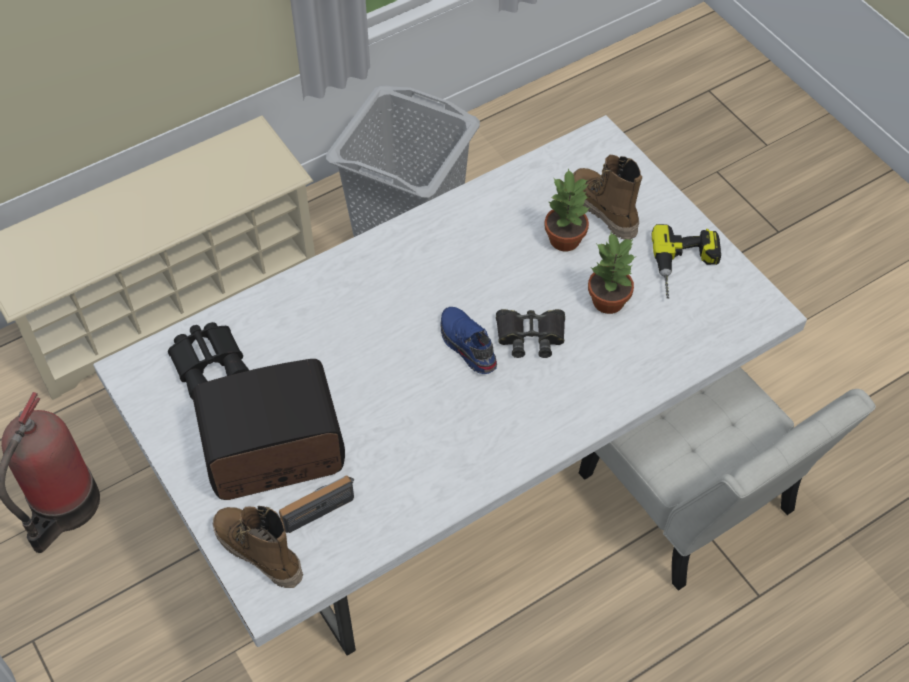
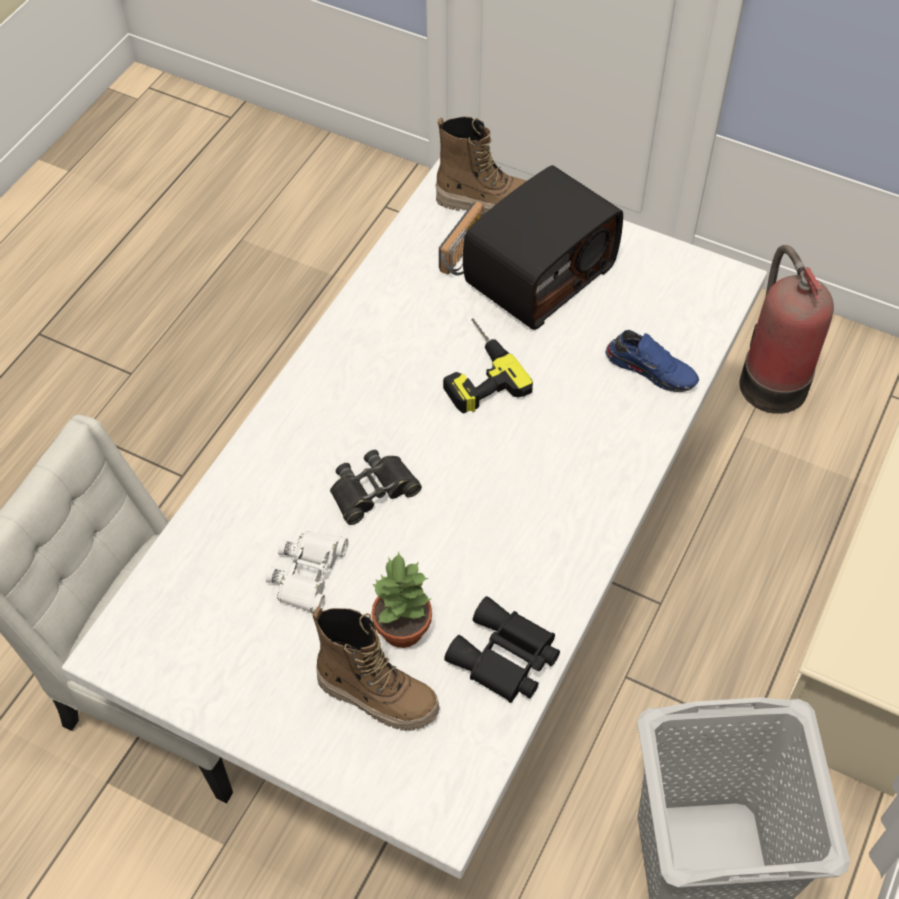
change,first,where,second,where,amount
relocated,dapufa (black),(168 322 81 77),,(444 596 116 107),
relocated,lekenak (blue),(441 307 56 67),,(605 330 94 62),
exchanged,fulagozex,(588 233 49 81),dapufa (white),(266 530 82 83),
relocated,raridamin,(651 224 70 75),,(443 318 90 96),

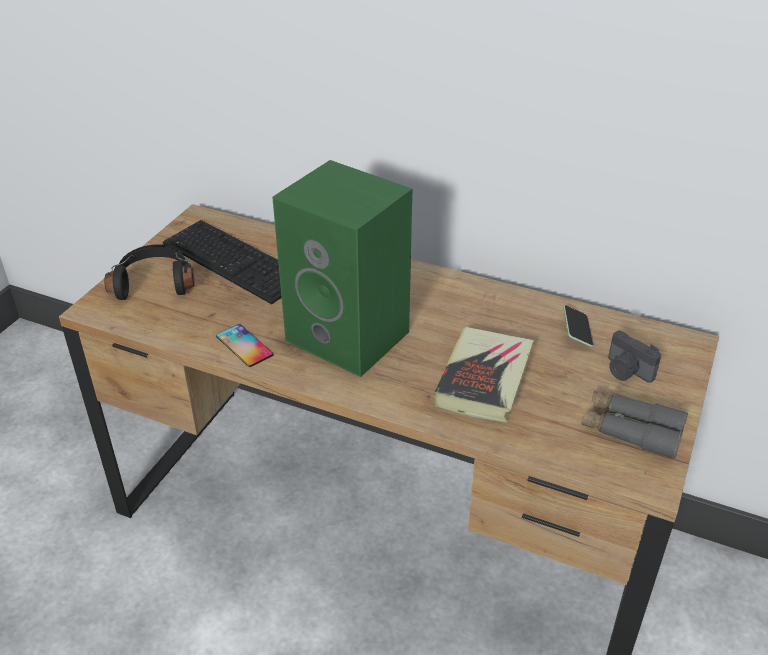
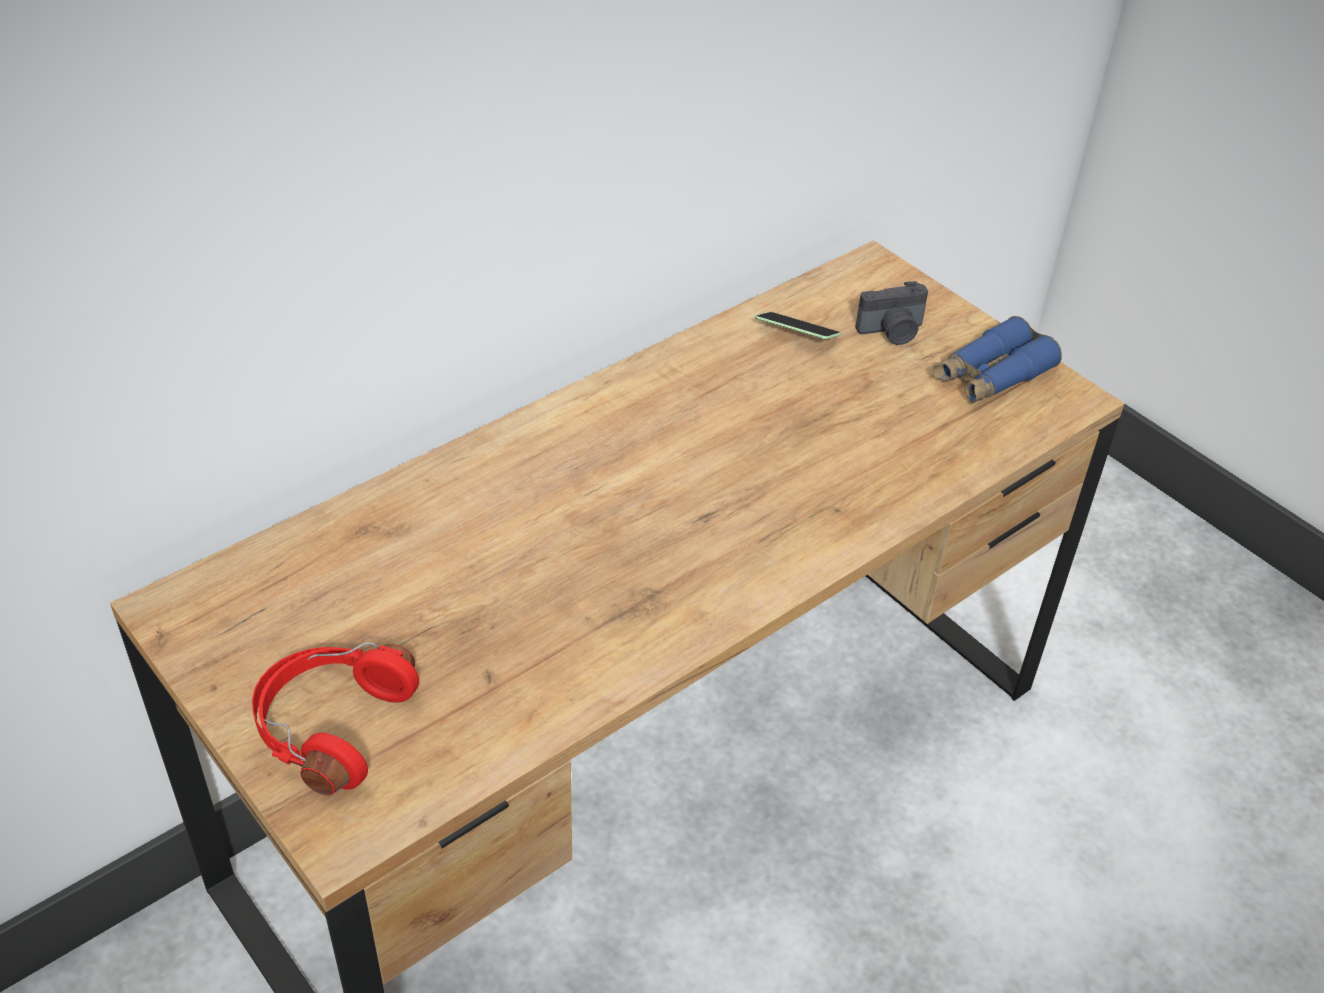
change,first,where,second,where,amount
colour,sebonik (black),(104 244 91 56),sebonik (red),(252 642 167 153),
missing,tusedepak,(163 220 119 85),,,
missing,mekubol,(216 324 58 43),,,
missing,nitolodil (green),(272 160 140 217),,,
missing,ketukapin,(434 327 100 96),,,
colour,dapufa (grey),(581 391 107 68),dapufa (blue),(932 316 130 88),

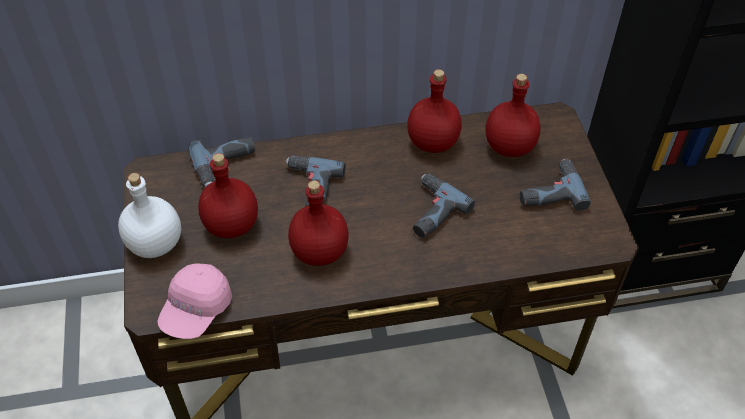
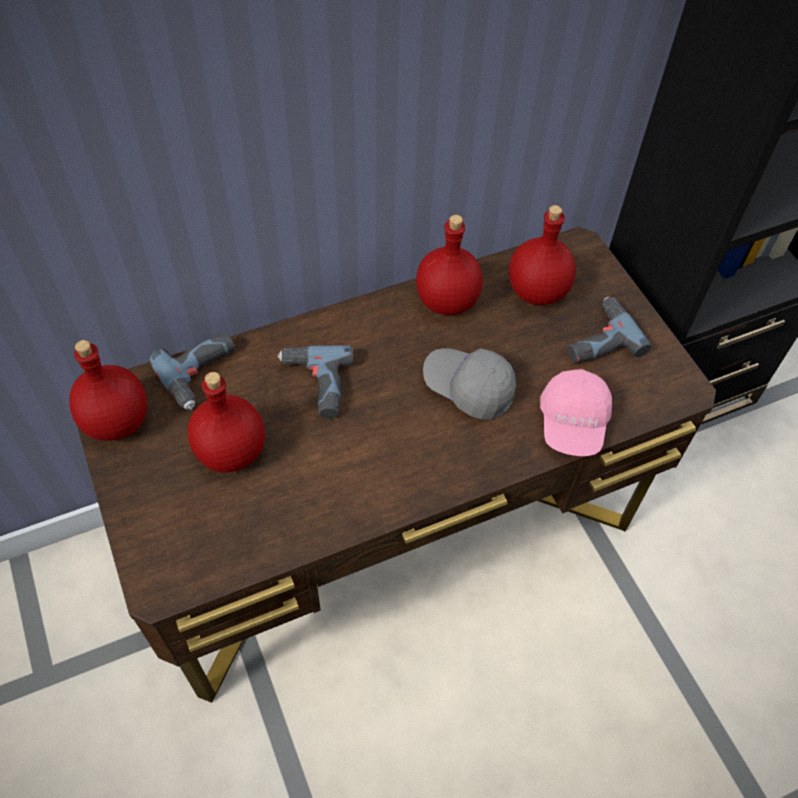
change,first,where,second,where,amount
missing,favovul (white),(118 173 63 85),,,
relocated,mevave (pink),(158 264 74 75),,(540 369 72 87),
relocated,favovul (red),(288 180 61 86),,(69 340 78 101),
exchanged,raridamin,(413 174 62 64),mevave (grey),(423 348 93 71),

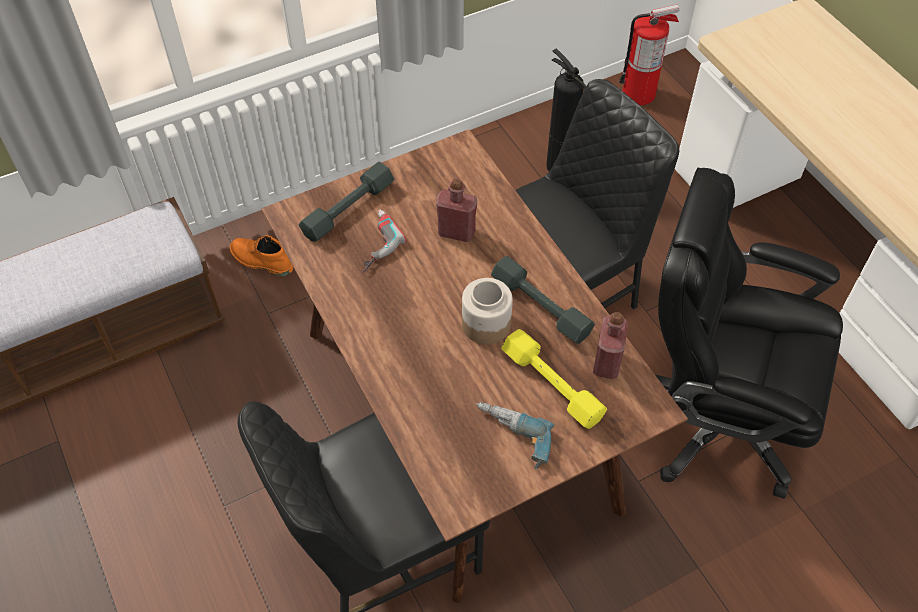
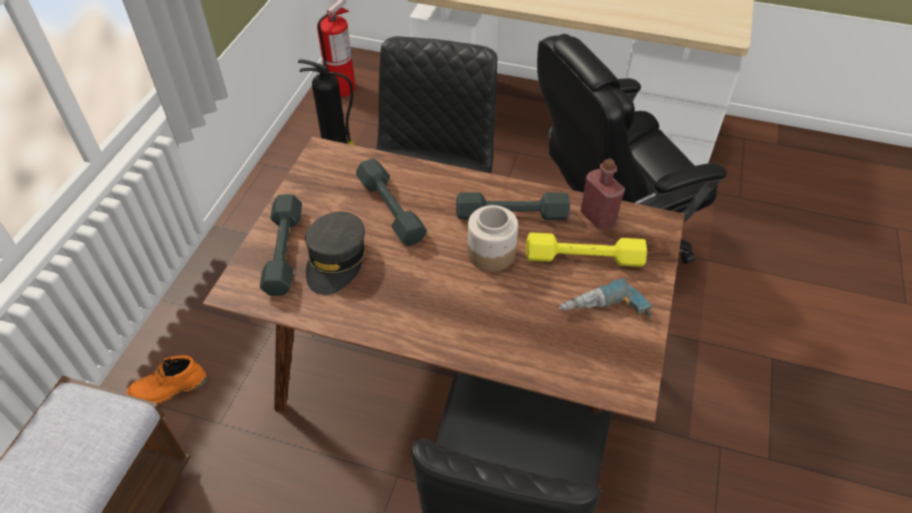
change,first,where,second,where,amount
exchanged,raridamin,(362 210 44 62),mevave (grey),(305 212 60 83),
exchanged,favovul (red),(436 178 41 64),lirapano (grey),(356 158 71 88),

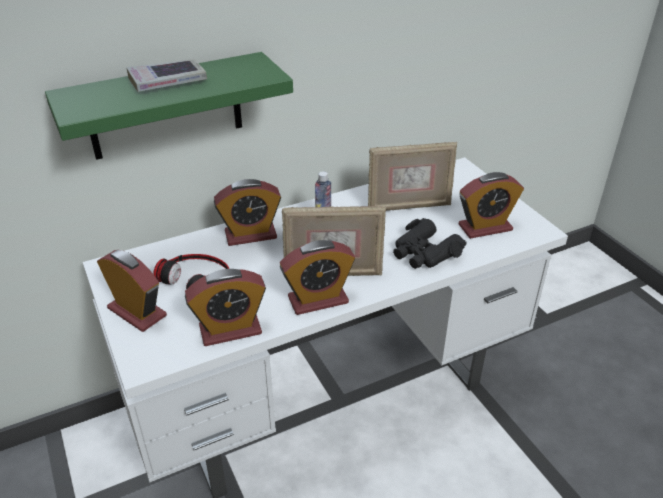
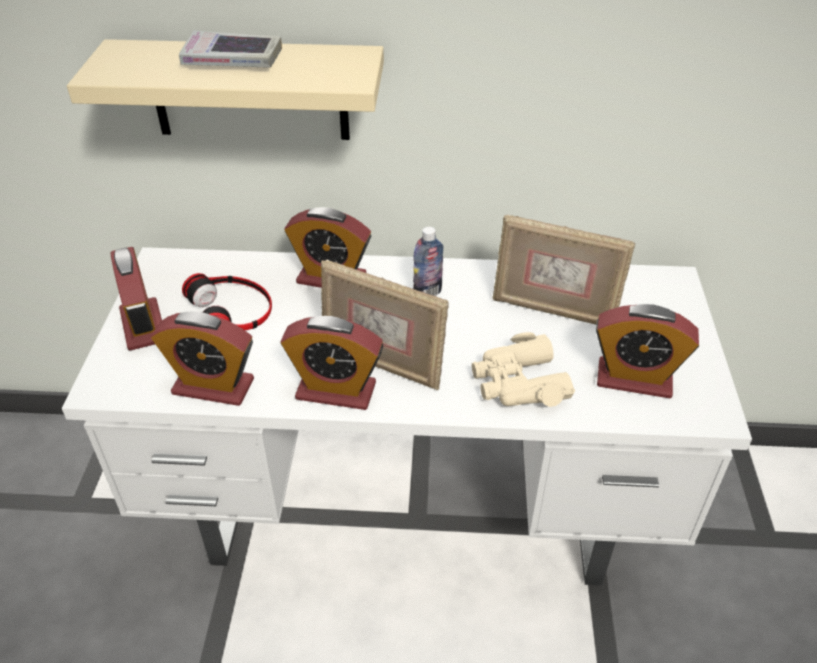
change,first,where,second,where,amount
colour,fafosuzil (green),(45 52 248 108),fafosuzil (beige),(67 39 317 101),
colour,dapufa (black),(393 218 74 51),dapufa (beige),(472 332 103 75),

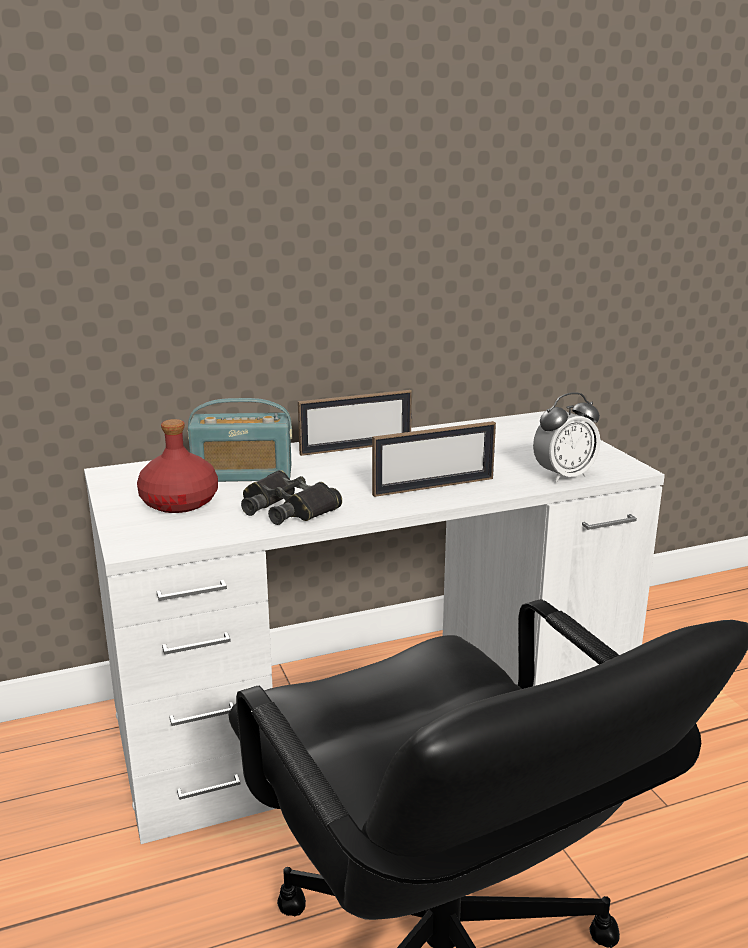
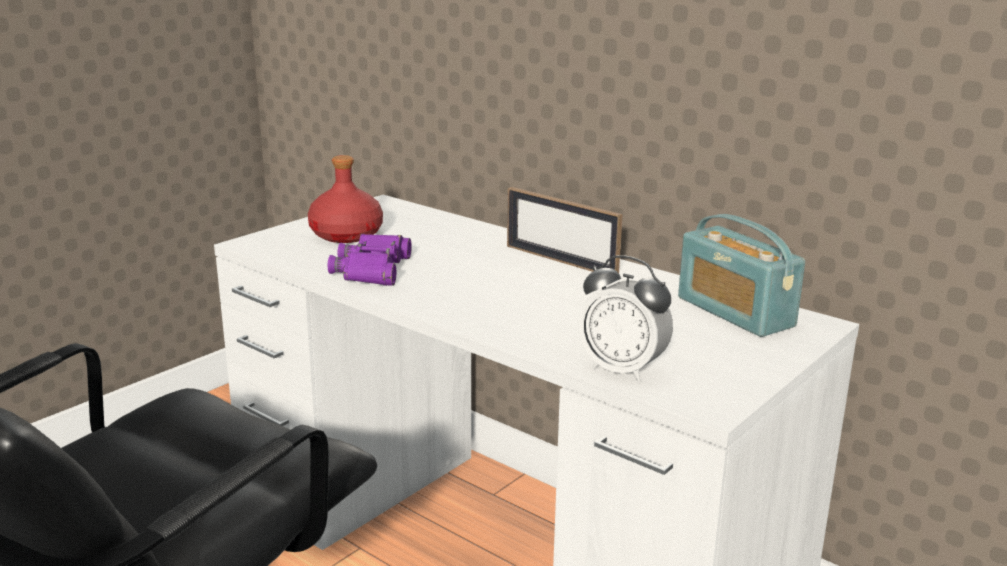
change,first,where,second,where,amount
relocated,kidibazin,(188 398 104 84),,(678 214 127 123),
colour,dapufa (black),(241 470 101 55),dapufa (purple),(328 234 84 52),
missing,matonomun,(372 421 124 76),,,

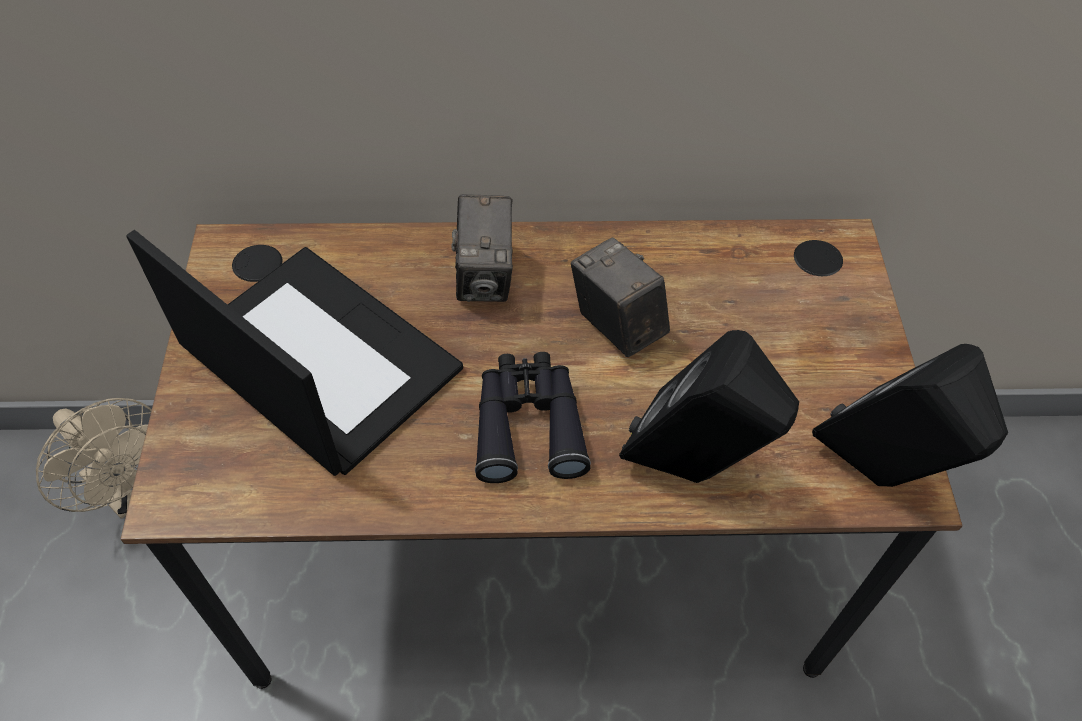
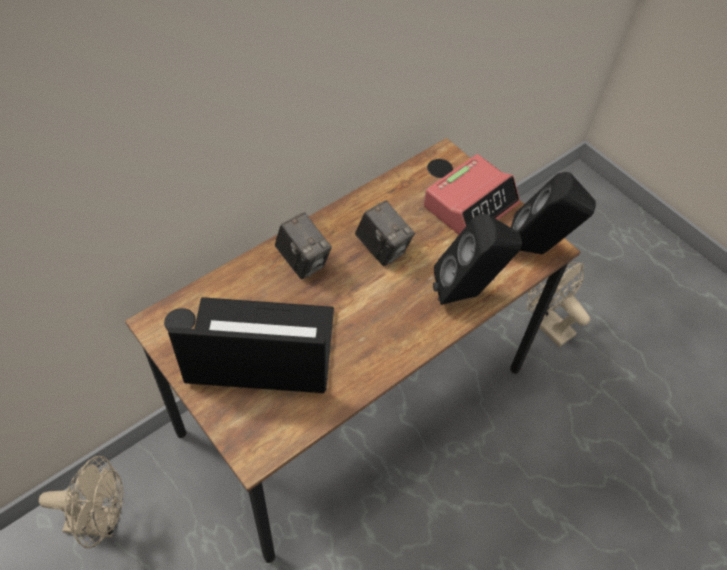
change,first,where,second,where,amount
missing,dapufa (black),(475 352 116 131),,,
spun,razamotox,(571 238 99 119),,(355 200 60 66),150 degrees counterclockwise
appeared,,,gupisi,(424 154 96 81),
appeared,,,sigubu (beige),(527 262 63 85),

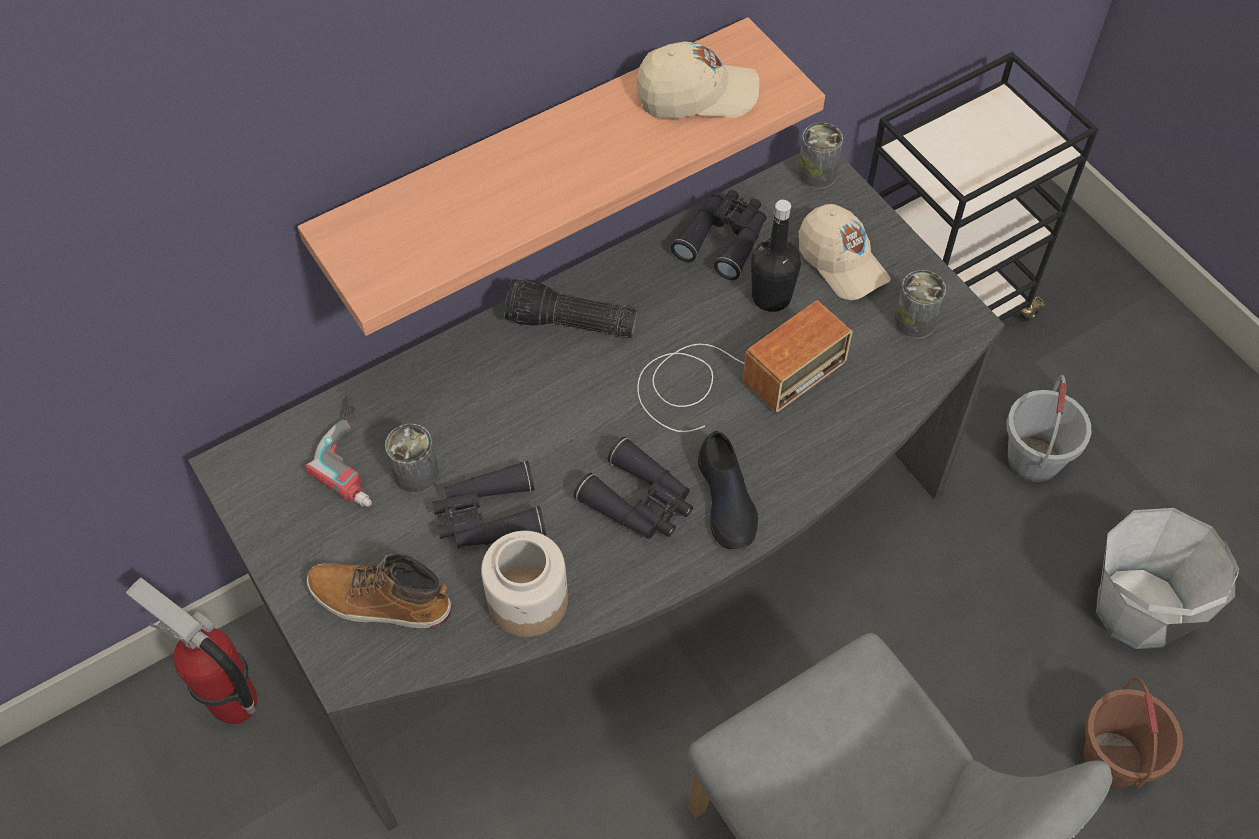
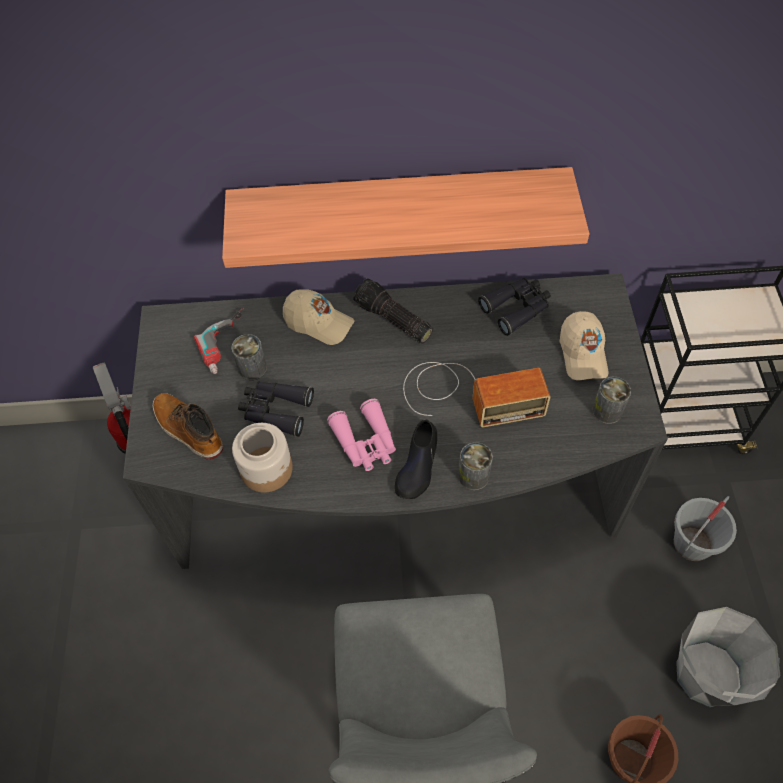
change,first,where,second,where,amount
colour,dapufa (black),(574 436 119 103),dapufa (pink),(327 399 69 72),
relocated,mevave (beige),(637 41 122 78),,(283 289 71 56),
missing,favovul (black),(751 200 50 112),,,
relocated,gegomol,(798 123 45 66),,(458 442 35 48),

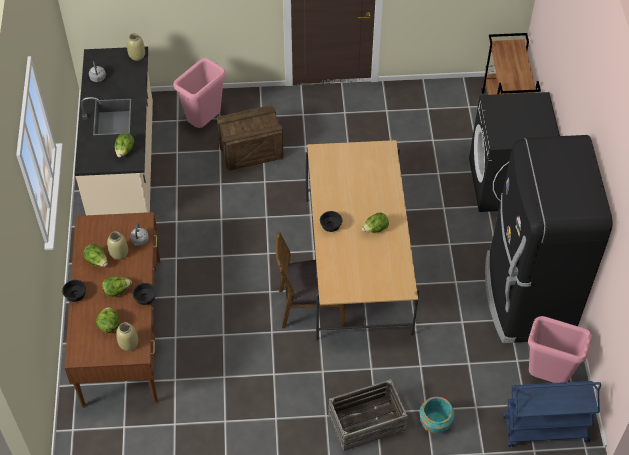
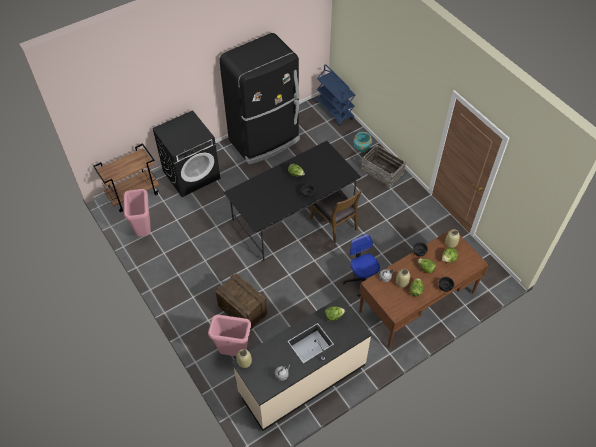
change,first,where,second,where,amount
colour,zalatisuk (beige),(305 140 115 201),zalatisuk (black),(224 141 137 120),
relocated,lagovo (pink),(528 316 64 67),,(124 189 27 48),
appeared,,,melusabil,(342 234 38 63),

